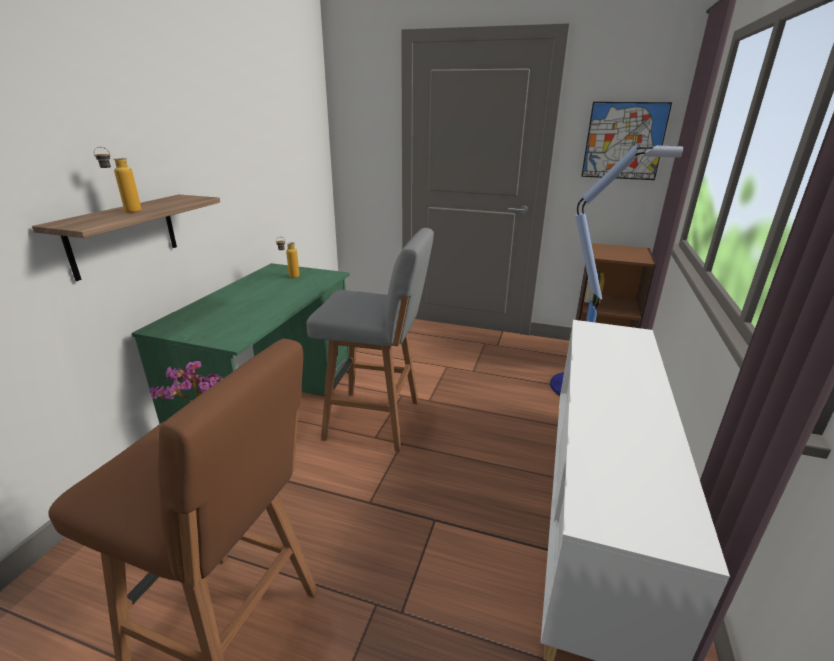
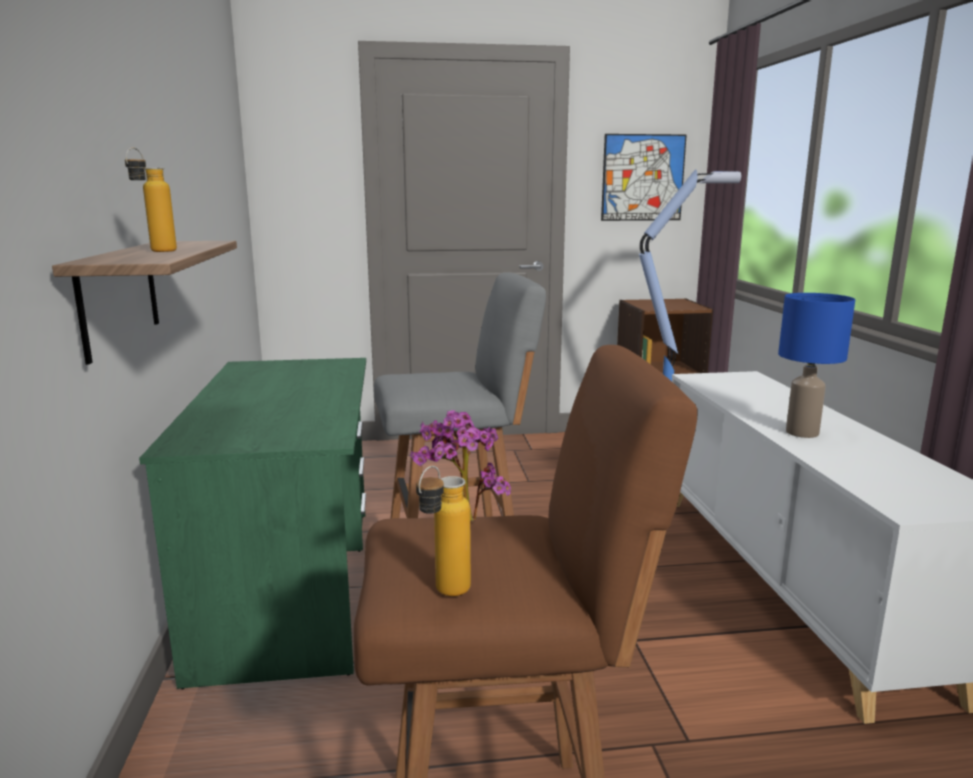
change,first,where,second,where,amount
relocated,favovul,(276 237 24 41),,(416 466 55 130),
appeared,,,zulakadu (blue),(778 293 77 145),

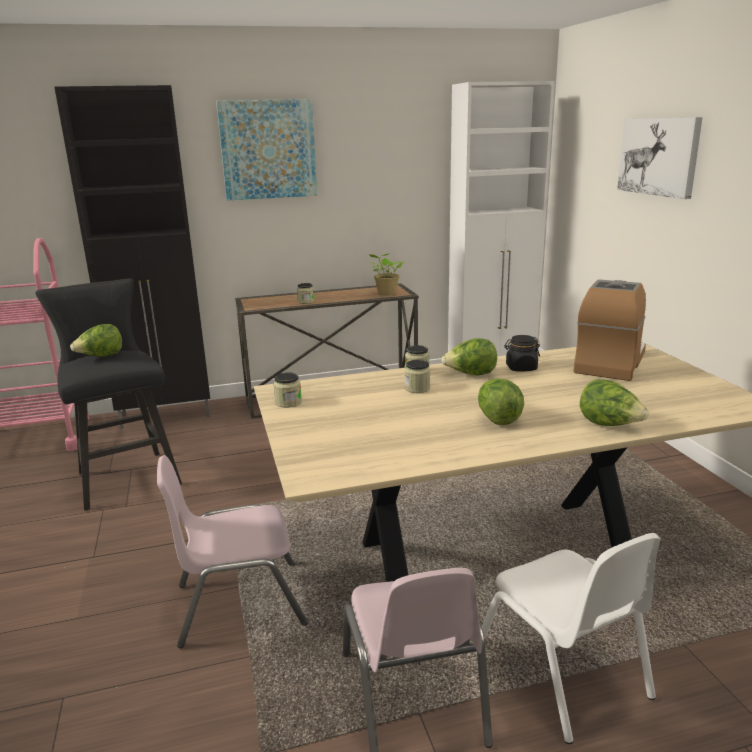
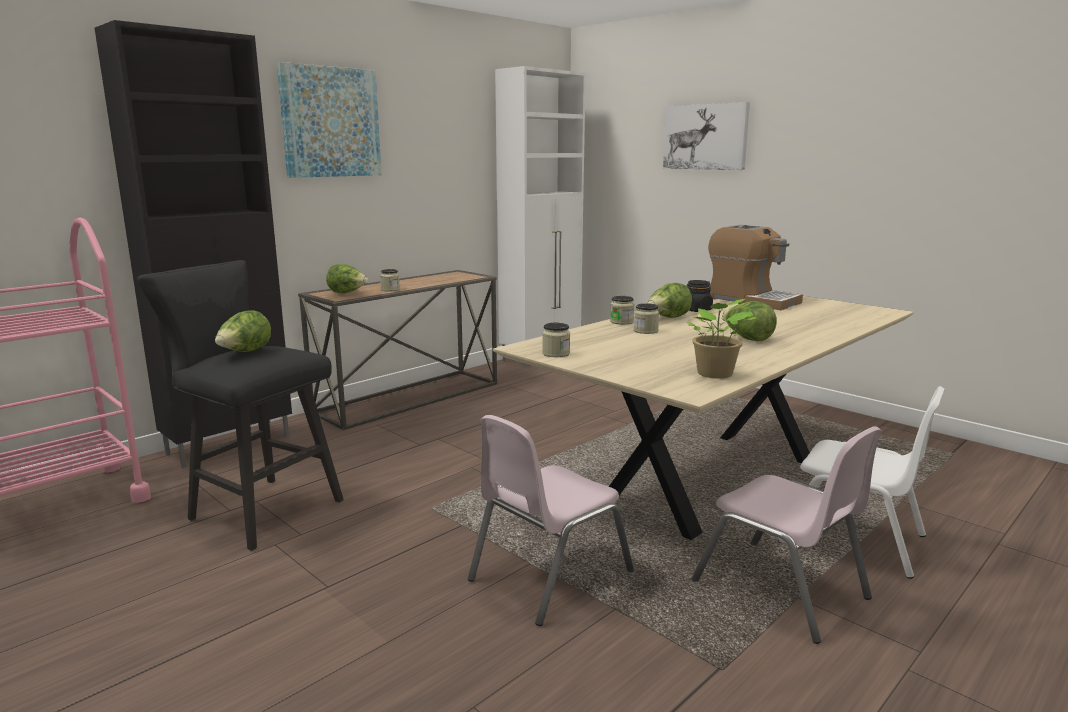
change,first,where,second,where,amount
relocated,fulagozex,(367 253 37 43),,(687 299 71 80),
spun,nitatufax,(573 280 73 101),,(708 225 95 85),135 degrees clockwise
relocated,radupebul,(580 379 69 47),,(326 264 43 29),

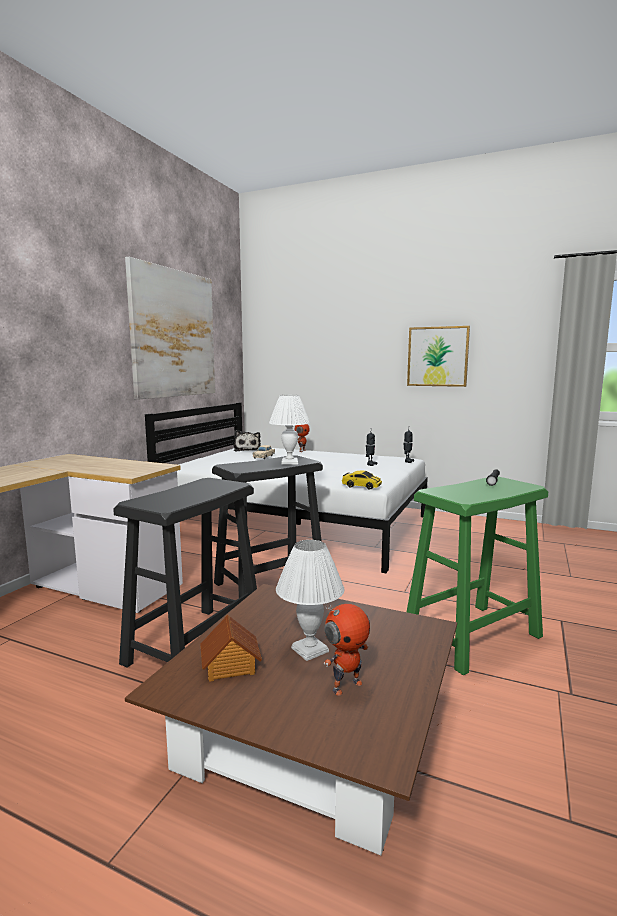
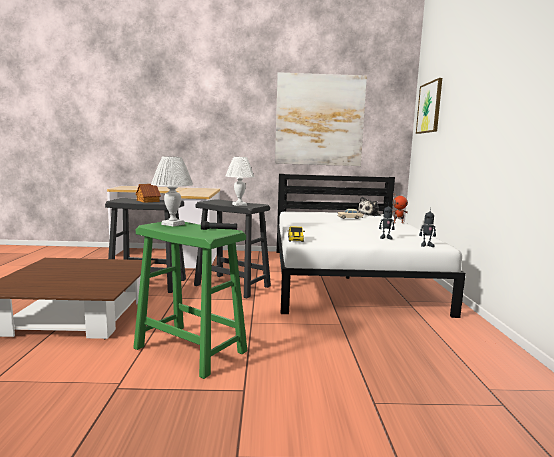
change,first,where,second,where,amount
relocated,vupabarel,(200 614 62 68),,(135 184 26 19),
relocated,zulakadu (white),(276 540 69 121),,(151 157 42 70),
missing,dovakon,(324 604 46 92),,,
relocated,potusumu,(407 326 63 61),,(416 78 26 56),

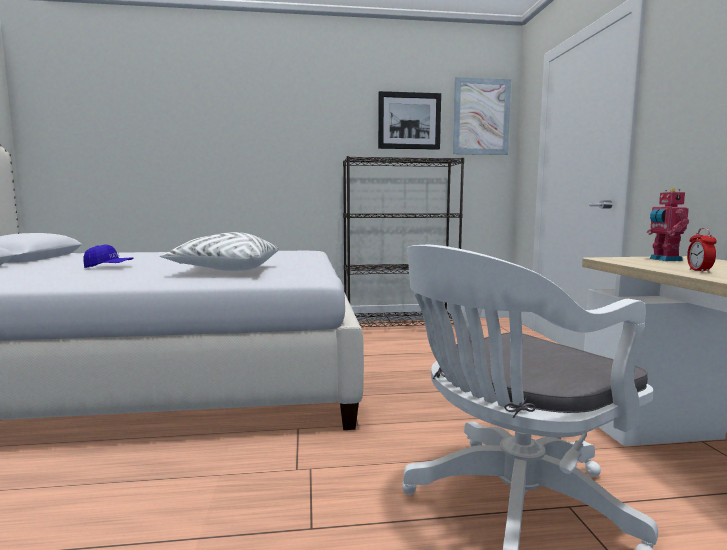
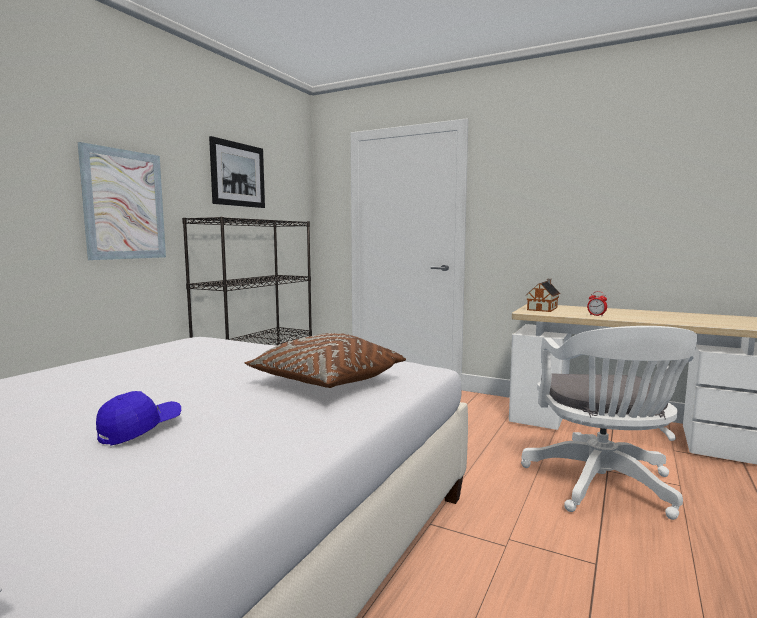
change,first,where,second,where,amount
colour,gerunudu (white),(160 232 119 39),gerunudu (brown),(244 333 162 55),
relocated,potusumu,(453 77 58 78),,(78 142 88 118),
exchanged,dovakon,(647 188 42 73),vupabarel,(526 279 34 33),

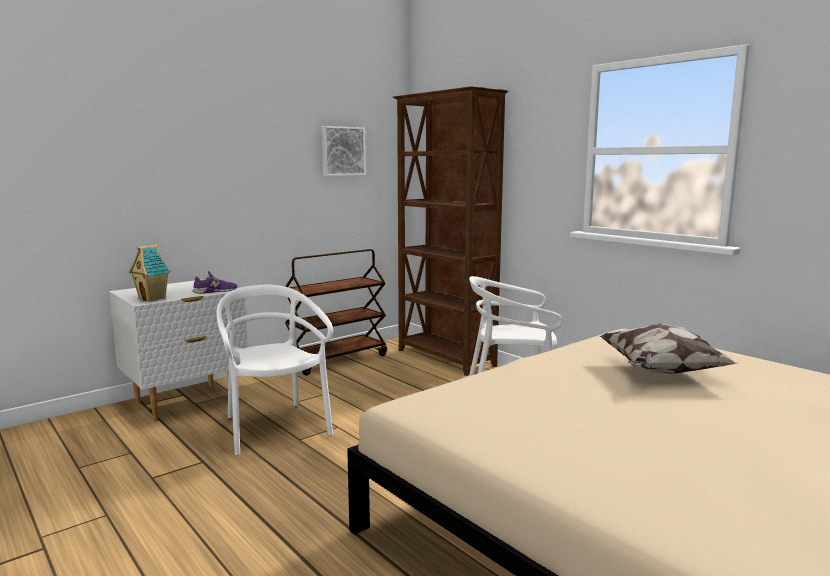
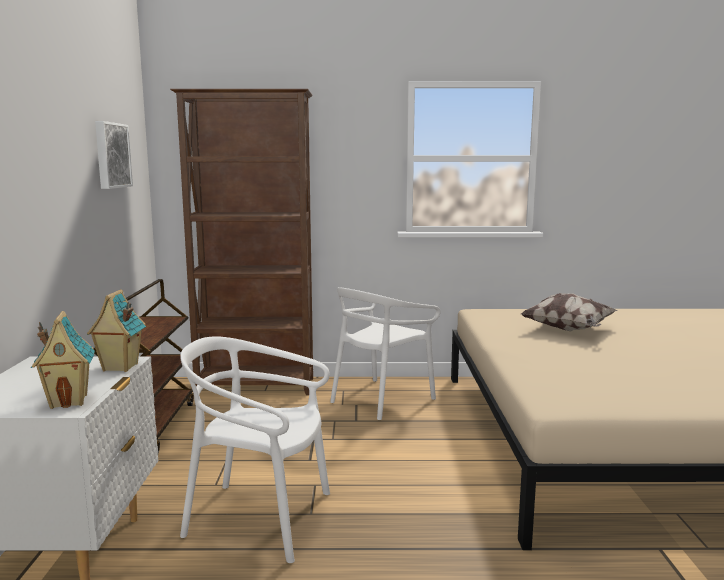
change,first,where,second,where,amount
exchanged,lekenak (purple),(192 271 45 23),vupabarel,(87 289 59 83),

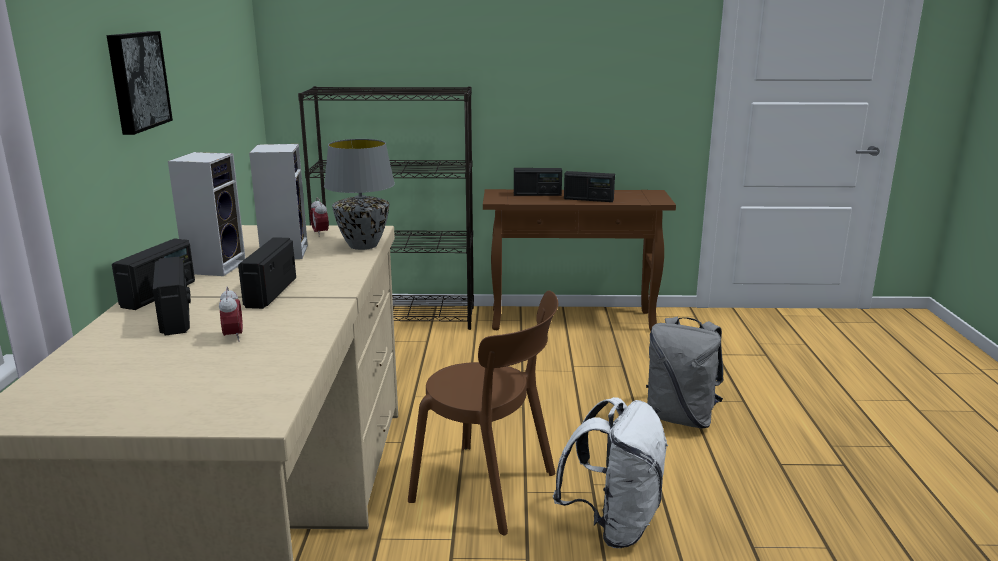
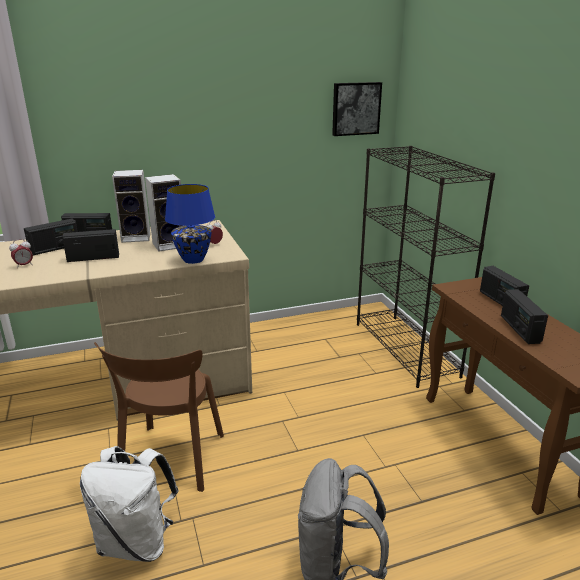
change,first,where,second,where,amount
relocated,potusumu,(107 31 66 104),,(332 82 50 54),
colour,zulakadu (grey),(324 139 71 111),zulakadu (blue),(165 184 50 80),

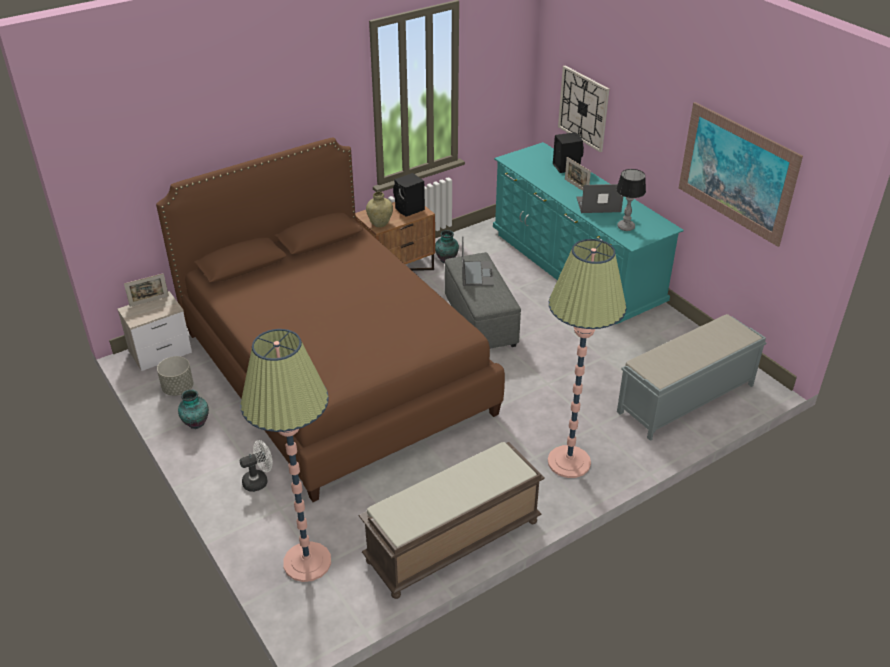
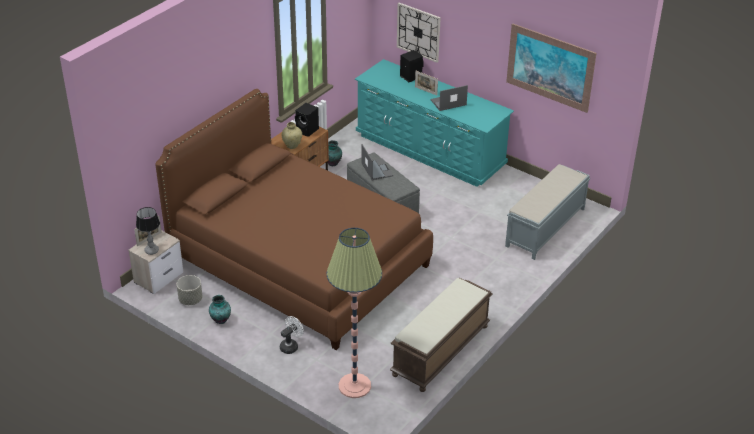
change,first,where,second,where,amount
missing,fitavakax,(548 239 78 239),,,
relocated,zulakadu,(616 169 30 62),,(136 207 24 48),

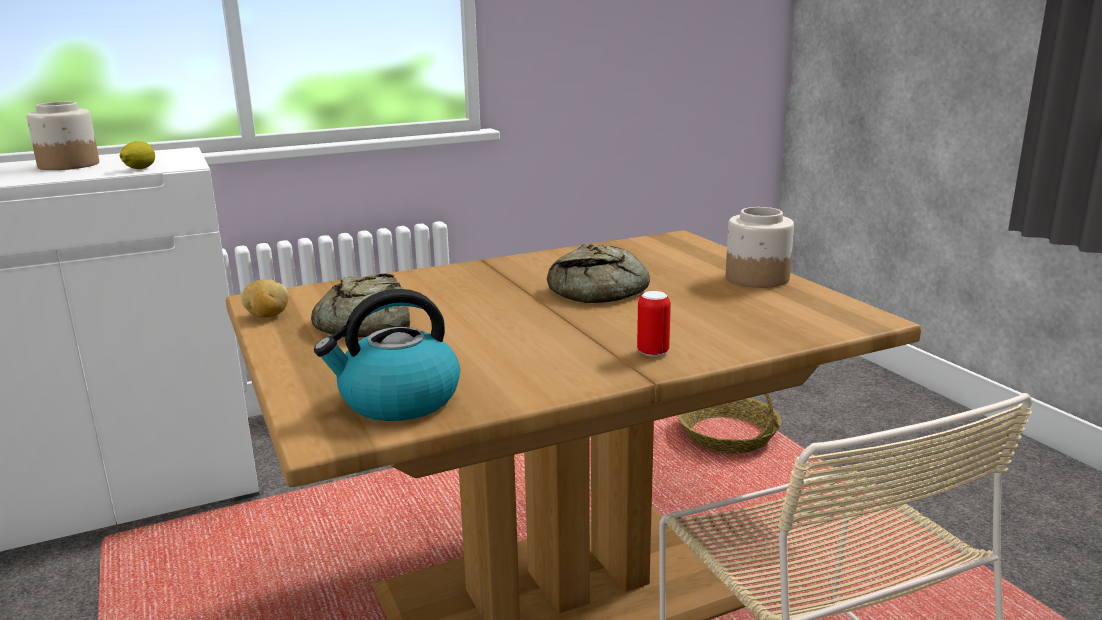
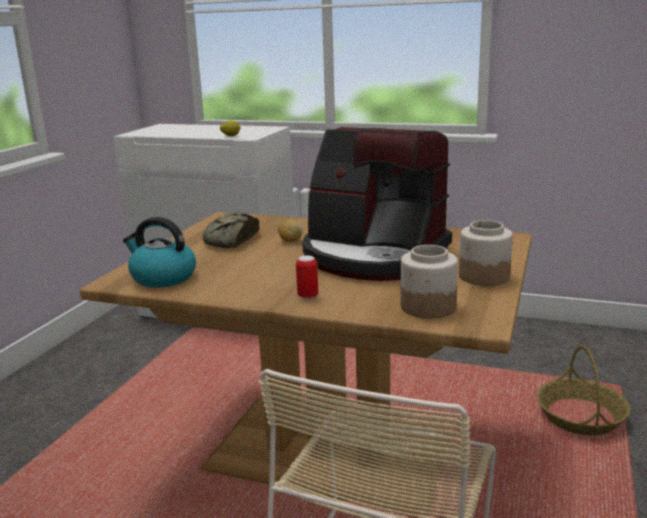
change,first,where,second,where,amount
relocated,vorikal,(26 102 73 68),,(400 245 58 73),
relocated,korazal,(241 279 48 39),,(278 219 25 23),
exchanged,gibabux,(547 244 103 59),nitatufax,(302 127 150 154),

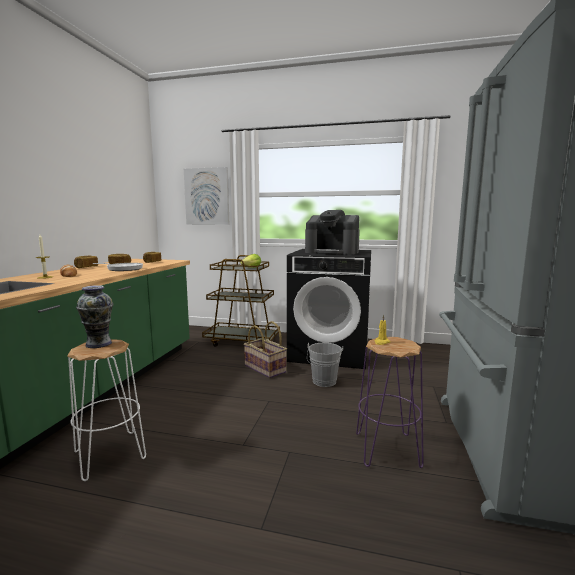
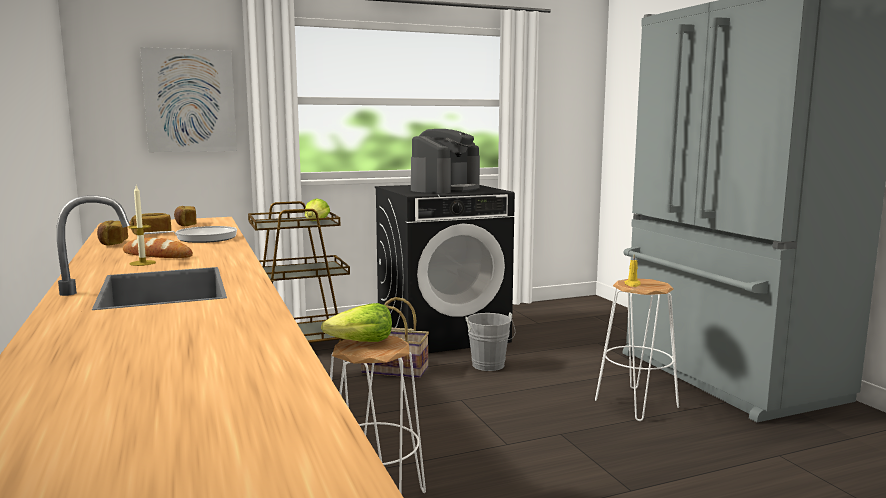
change,first,where,second,where,amount
exchanged,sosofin,(76 285 37 63),radupebul,(321 303 71 39),
spun,nitatufax,(305 210 55 45),,(411 129 69 64),45 degrees counterclockwise
colour,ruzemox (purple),(356 337 68 131),ruzemox (white),(595 279 84 142),

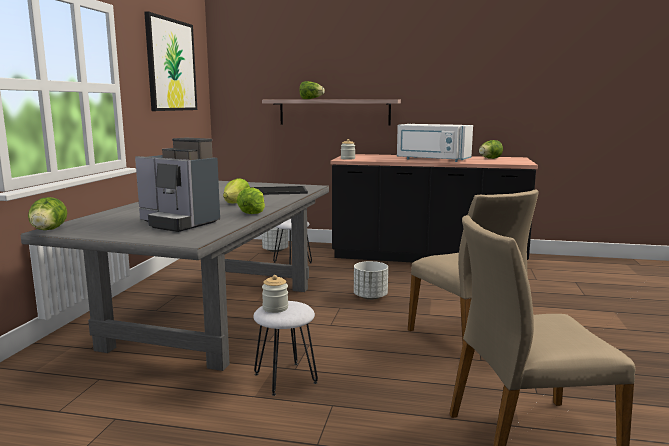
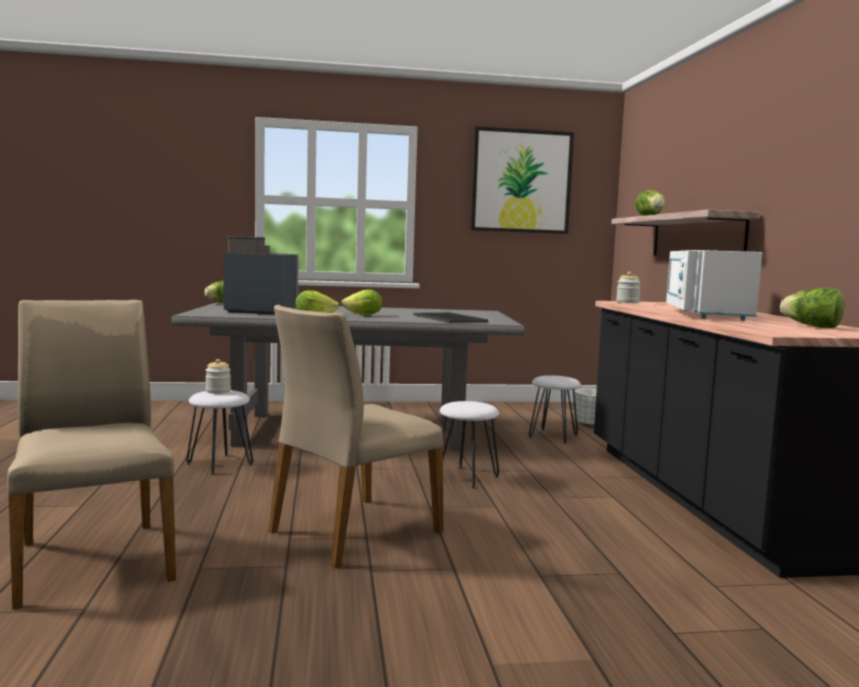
change,first,where,second,where,amount
spun,nitatufax,(135 138 85 94),,(223 236 76 79),90 degrees clockwise
exchanged,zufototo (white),(354 261 34 39),ruzemox (white),(440 401 59 88),

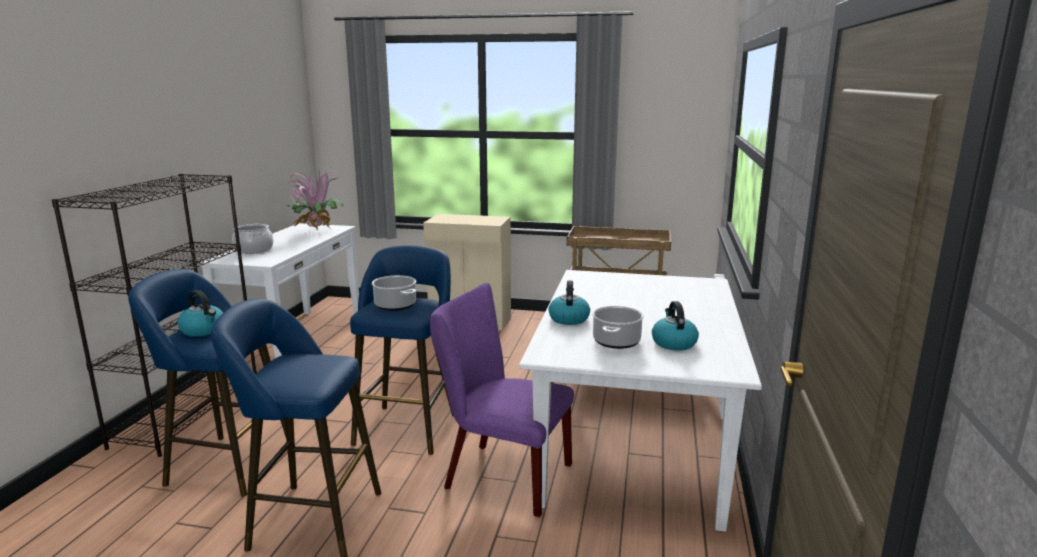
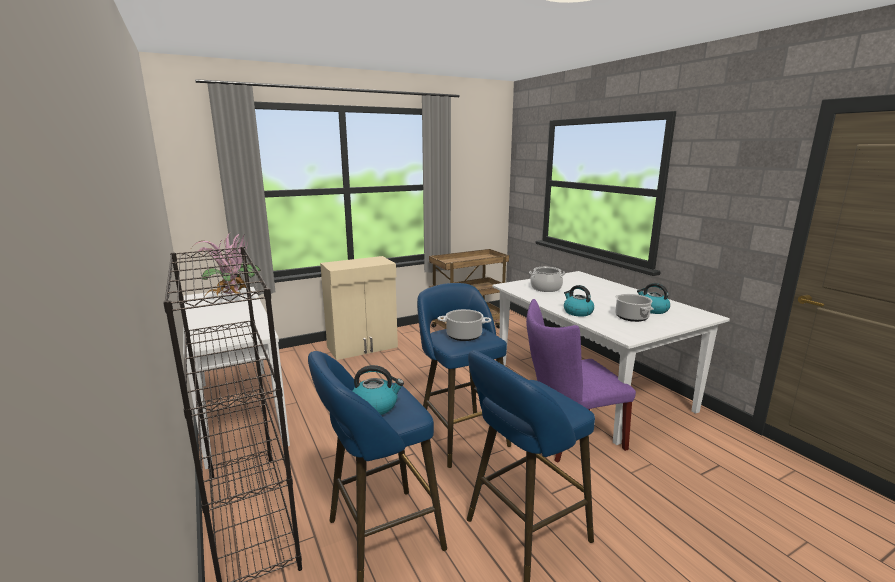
change,first,where,second,where,amount
relocated,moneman,(232 224 41 30),,(529 267 36 25),

